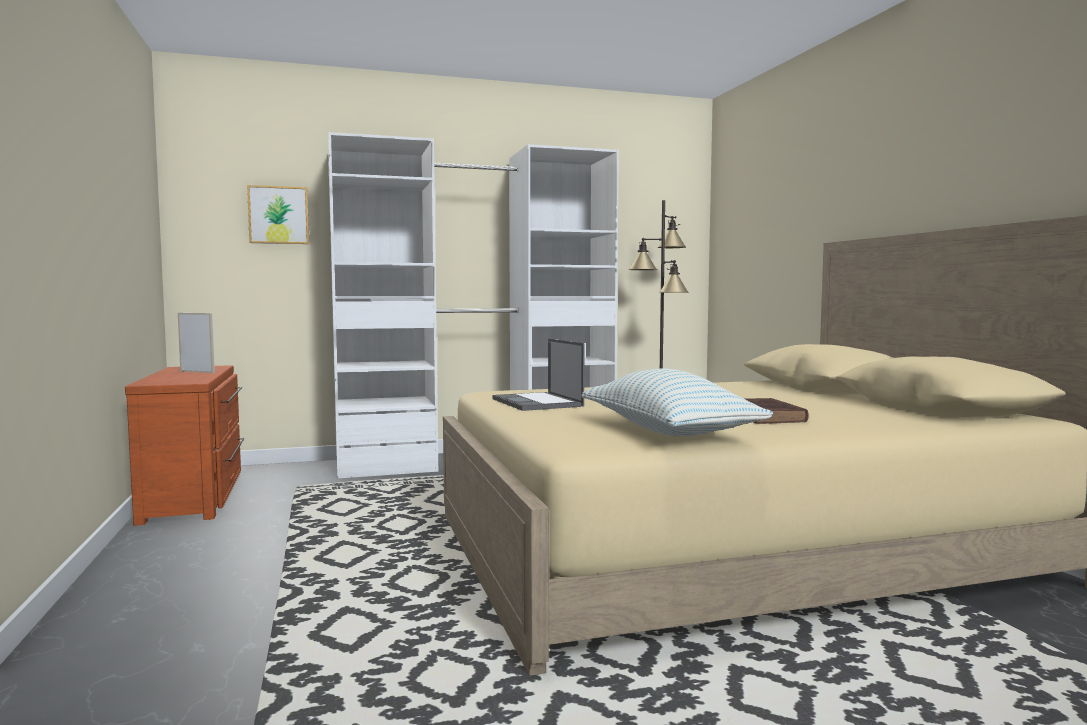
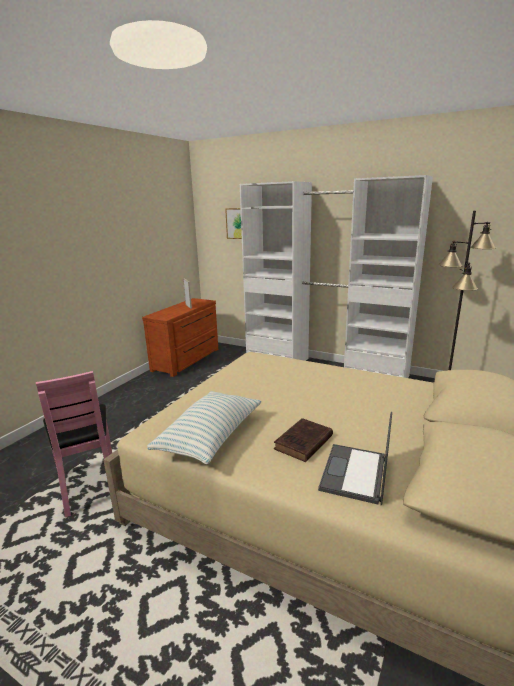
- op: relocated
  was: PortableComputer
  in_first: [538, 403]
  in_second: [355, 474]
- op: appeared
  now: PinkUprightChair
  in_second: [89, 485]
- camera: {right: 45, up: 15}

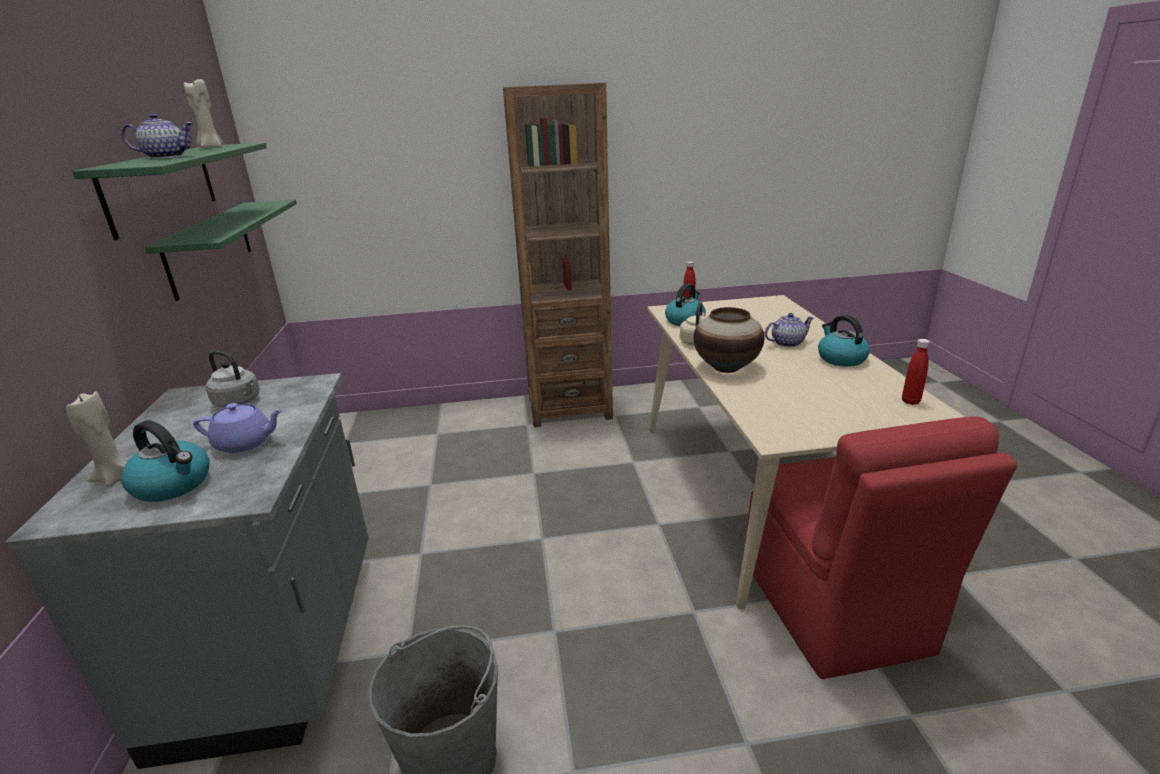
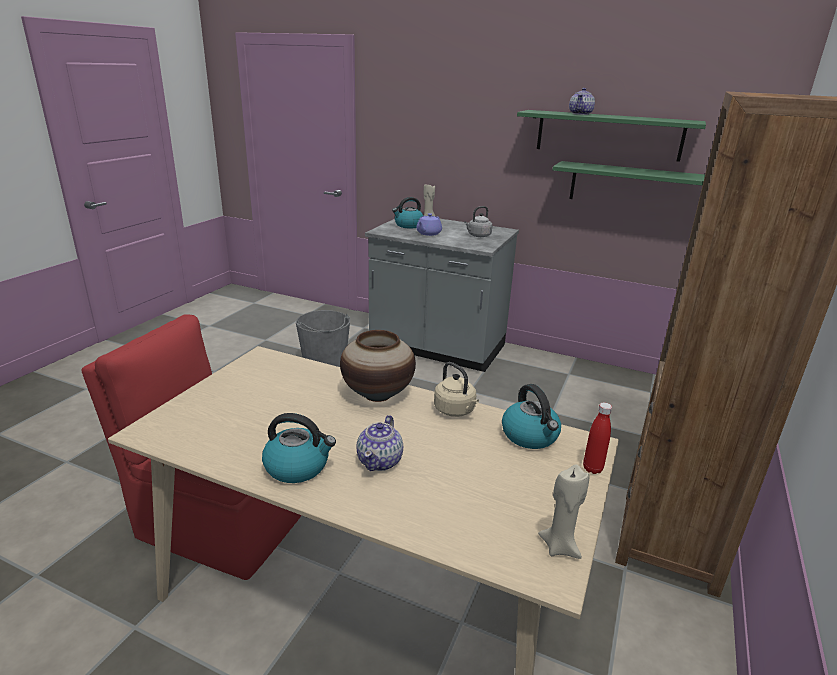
- op: relocated
  was: SandColouredWaxLight
  in_first: [211, 148]
  in_second: [560, 546]
- op: missing
  was: RedBottle
  in_first: [910, 401]
- camera: {right: 120, up: 0}

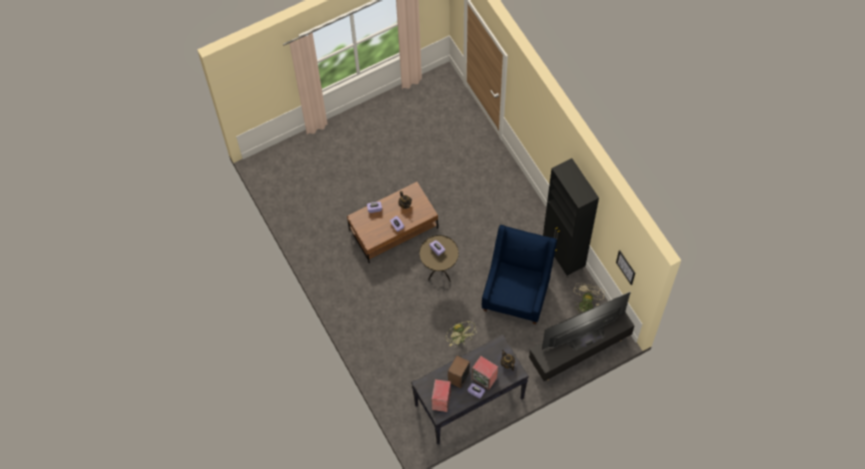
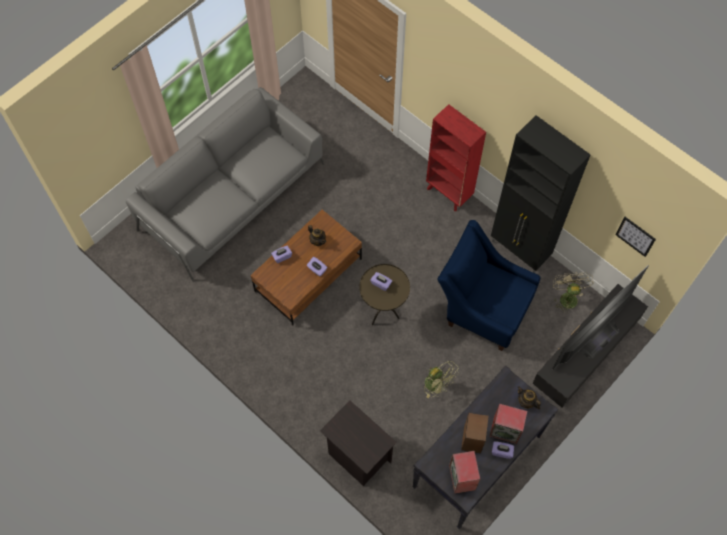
- op: spun
  was: BluishLoungeChair
  in_first: [517, 292]
  in_second: [482, 307]
  clockwise: -60
- op: appeared
  now: GrayCouch
  in_second: [232, 196]
- op: appeared
  now: RedBookcase
  in_second: [449, 193]
- op: appeared
  now: BlackColouredBedsideTable
  in_second: [357, 456]
- camera: {right: -20, up: 0}

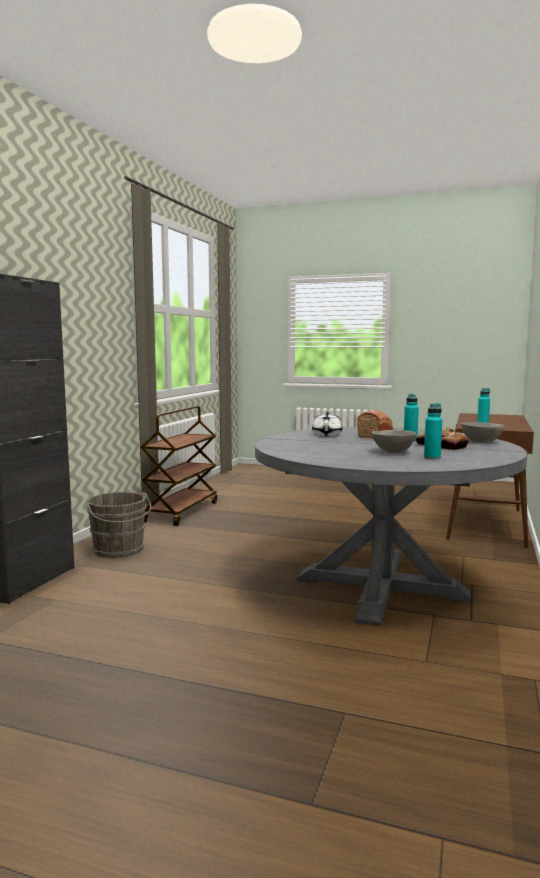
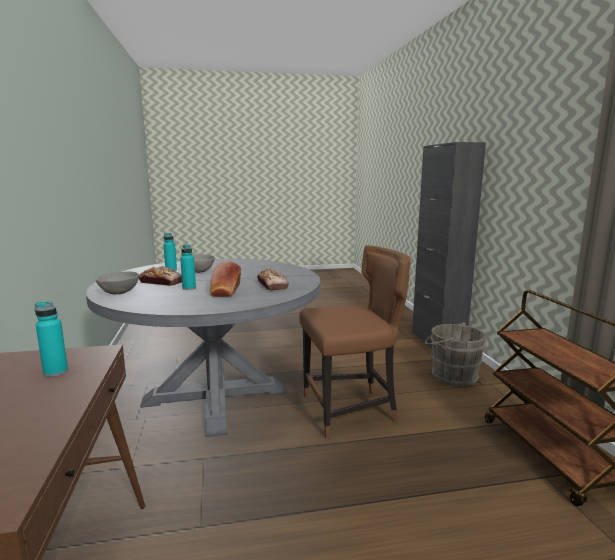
- op: exchanged
  was: WhiteColouredTeapot
  now: Bread
  in_first: [327, 434]
  in_second: [272, 285]
- op: appeared
  now: BrownUprightChair
  in_second: [351, 410]
- camera: {right: 150, up: 5}

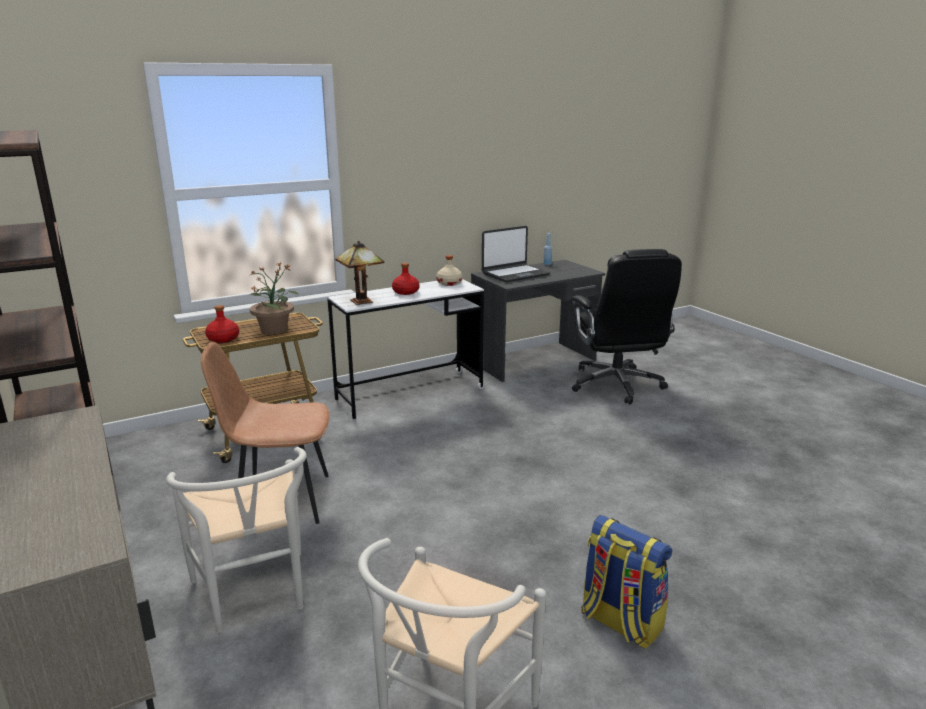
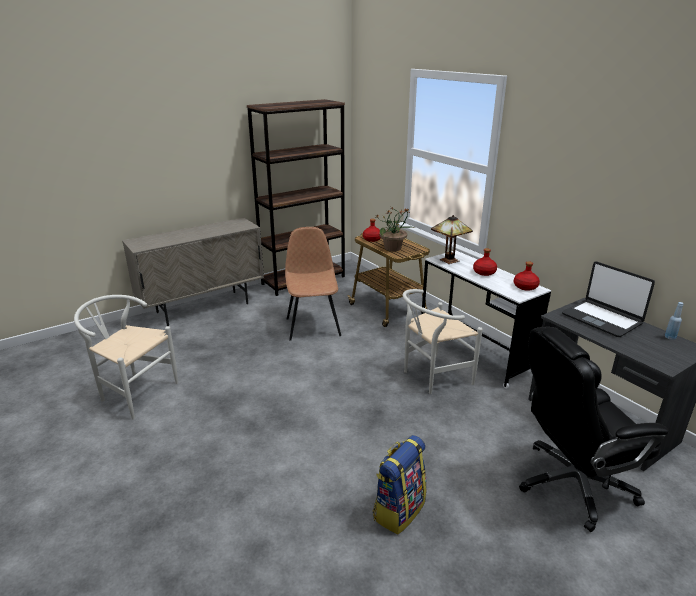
- op: colour
  was: SandColouredBottle
  now: RedBottle
  in_first: [449, 283]
  in_second: [525, 287]
- op: relocated
  was: WhiteColouredUprightChair
  in_first: [255, 597]
  in_second: [432, 377]
- op: relocated
  was: Rucksack
  in_first: [620, 622]
  in_second: [398, 510]
- camera: {right: 85, up: 5}

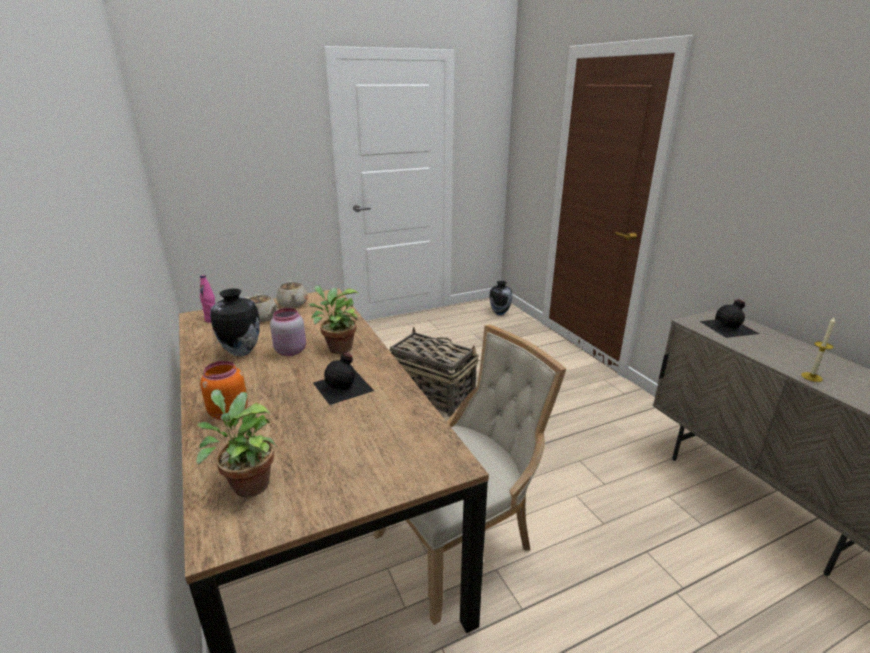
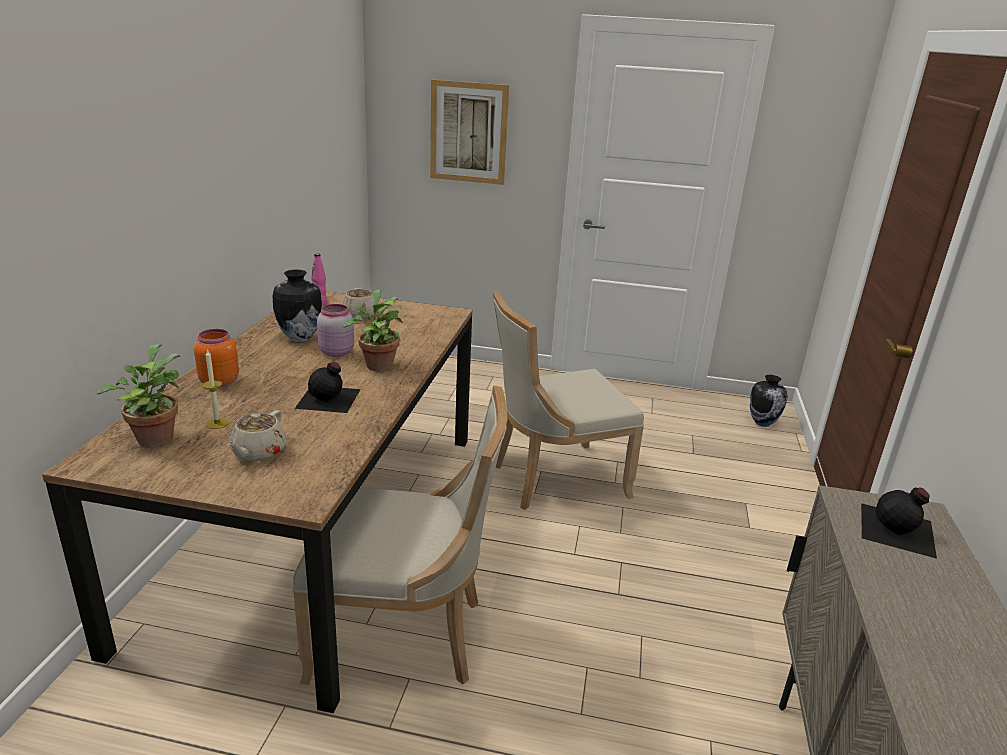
- op: relocated
  was: SandColouredTeapot
  in_first: [293, 304]
  in_second: [258, 452]
- op: relocated
  was: WaxLight
  in_first: [811, 377]
  in_second: [217, 423]
- op: exchanged
  was: Basket
  now: SandColouredUprightChair
  in_first: [430, 393]
  in_second: [554, 479]
- op: appeared
  now: Picture
  in_second: [468, 132]
- camera: {right: 35, up: 0}

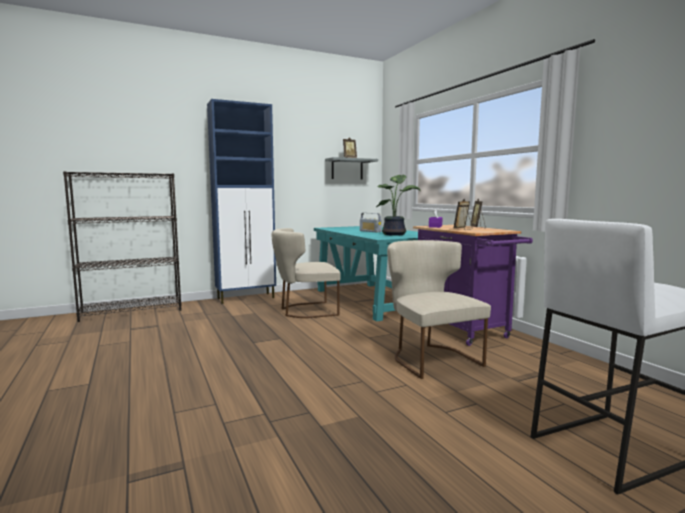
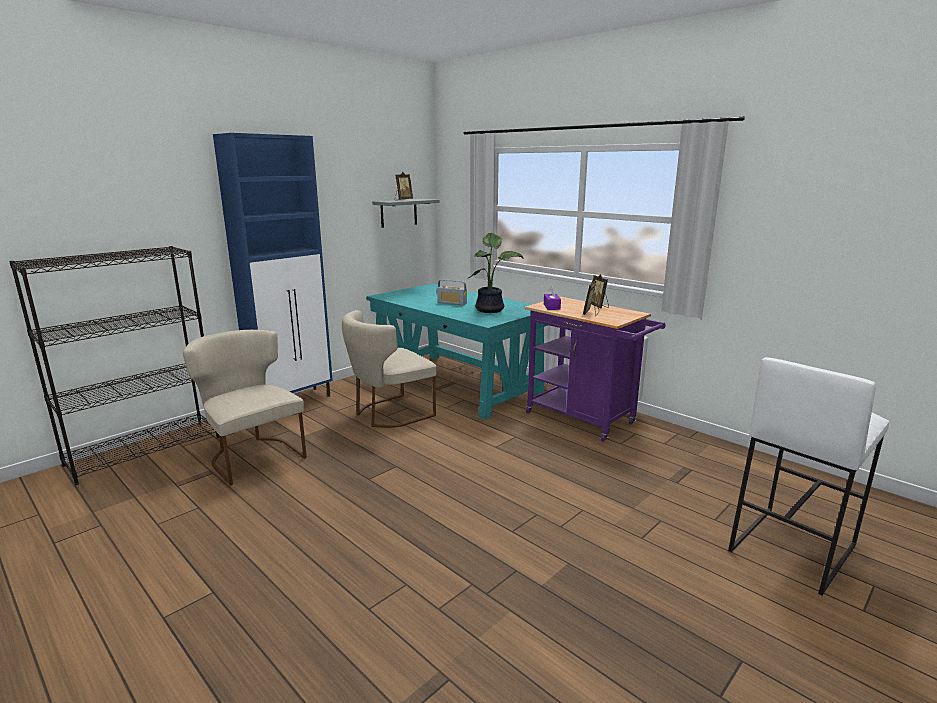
- op: relocated
  was: SandColouredUprightChair
  in_first: [430, 358]
  in_second: [252, 456]
- camera: {right: -20, up: 10}

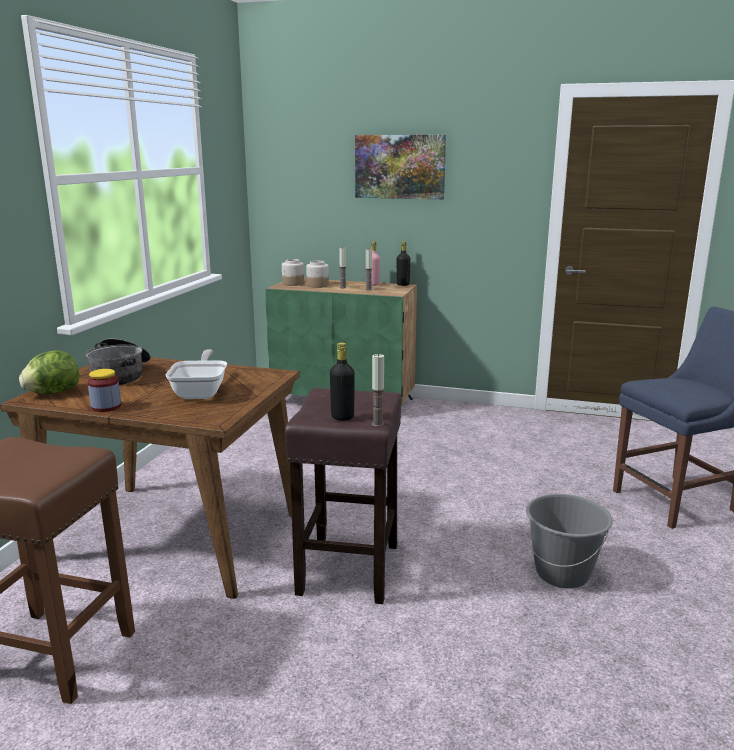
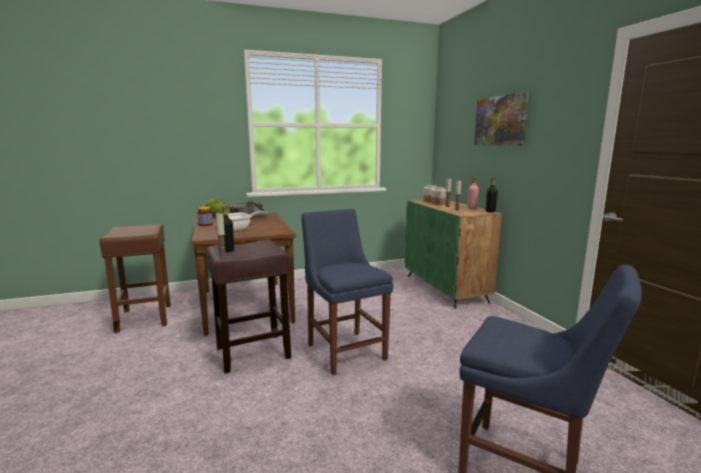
- op: missing
  was: GrayWaterBucket
  in_first: [562, 574]
- op: appeared
  now: BluishUprightChair
  in_second: [345, 350]
- camera: {right: 55, up: -5}

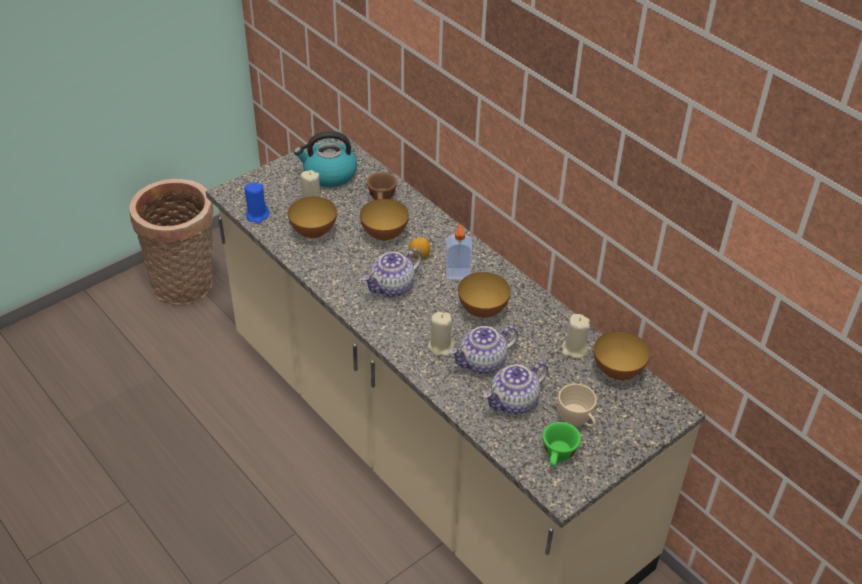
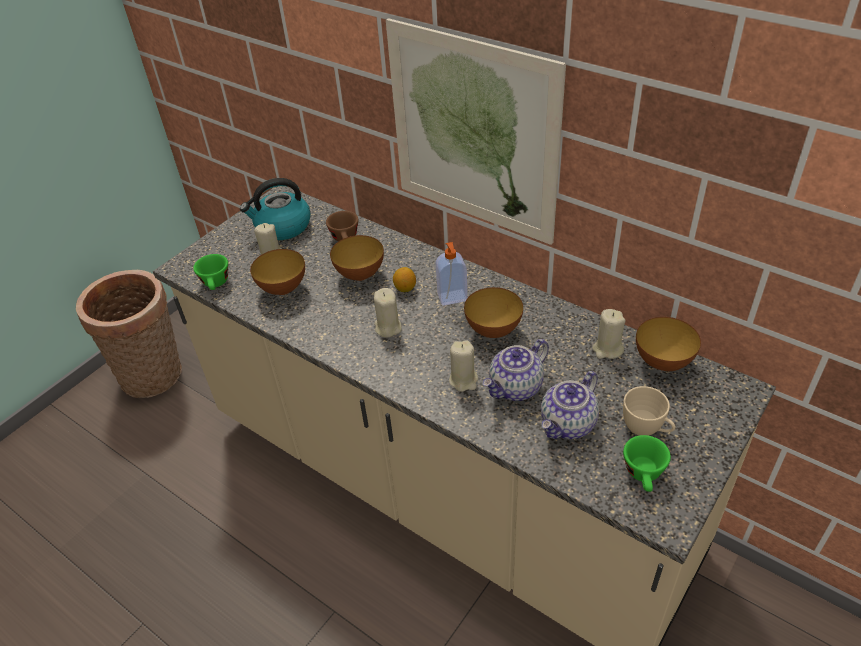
- op: exchanged
  was: BluishWaxLight
  now: GreenCup
  in_first: [257, 215]
  in_second: [216, 284]
- op: exchanged
  was: Teapot
  now: SandColouredWaxLight
  in_first: [392, 287]
  in_second: [387, 327]
- op: appeared
  now: Picture
  in_second: [473, 133]
- camera: {right: -10, up: 0}

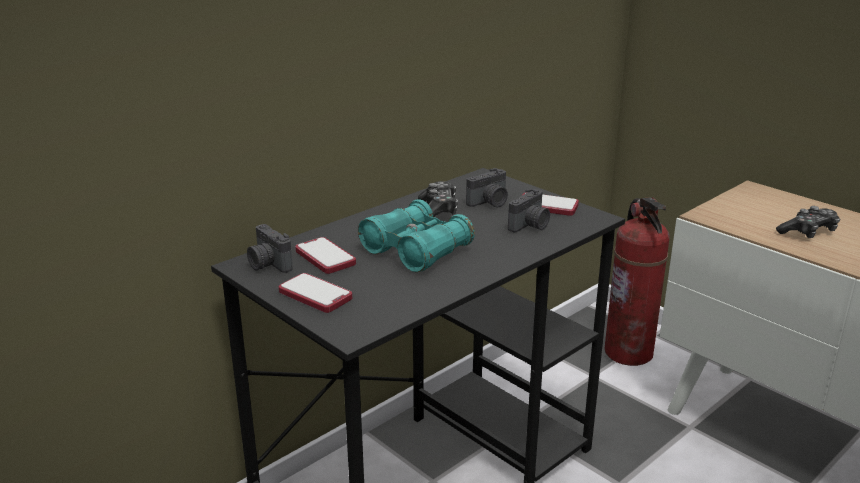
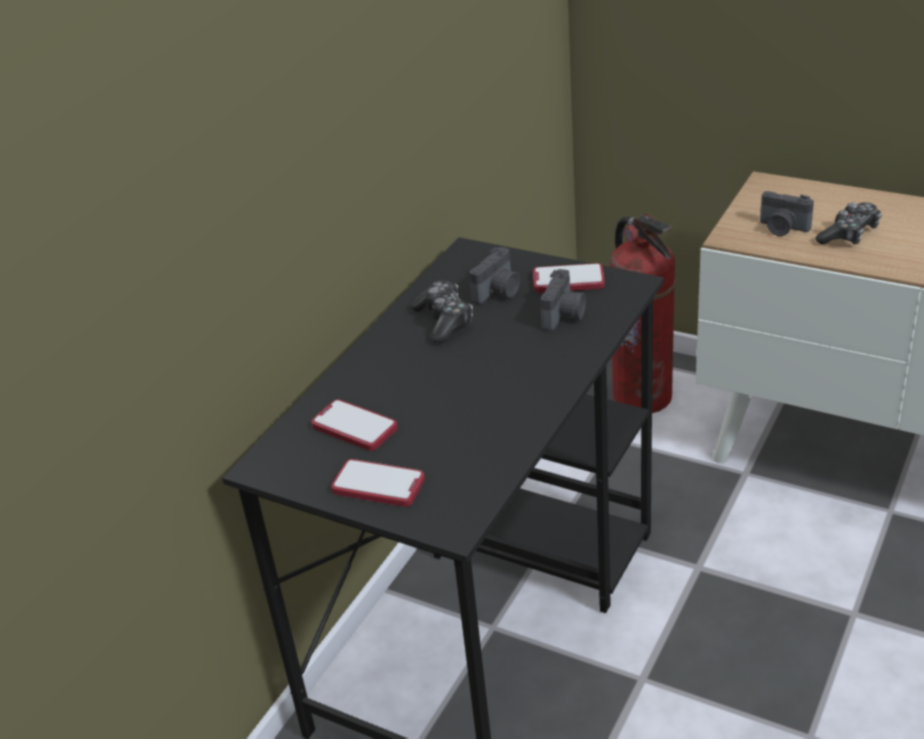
- op: missing
  was: TurquoiseColouredBinoculars
  in_first: [416, 250]
- op: relocated
  was: PhotoCamera
  in_first: [268, 264]
  in_second: [782, 228]
- camera: {right: -15, up: 10}

